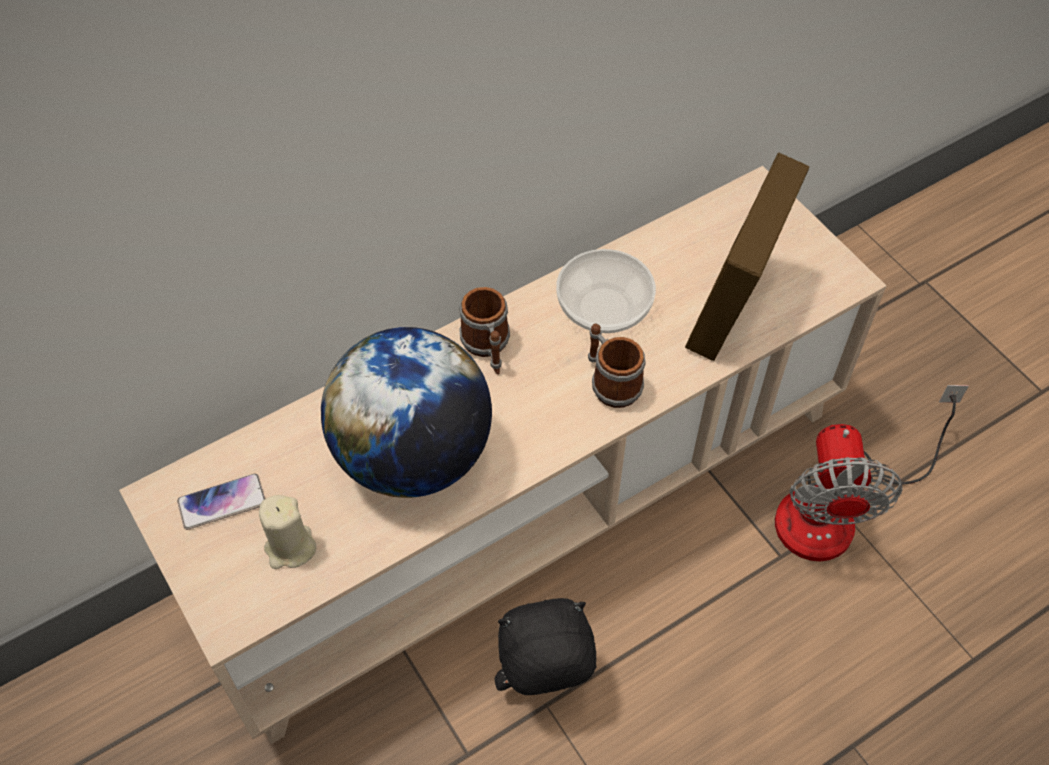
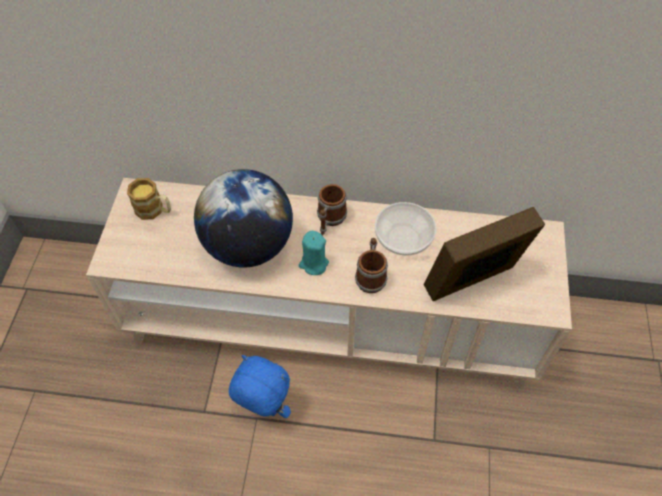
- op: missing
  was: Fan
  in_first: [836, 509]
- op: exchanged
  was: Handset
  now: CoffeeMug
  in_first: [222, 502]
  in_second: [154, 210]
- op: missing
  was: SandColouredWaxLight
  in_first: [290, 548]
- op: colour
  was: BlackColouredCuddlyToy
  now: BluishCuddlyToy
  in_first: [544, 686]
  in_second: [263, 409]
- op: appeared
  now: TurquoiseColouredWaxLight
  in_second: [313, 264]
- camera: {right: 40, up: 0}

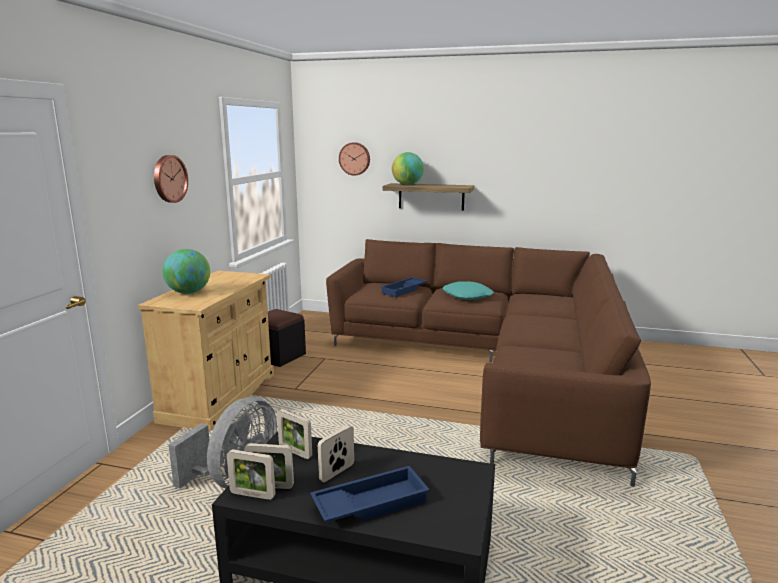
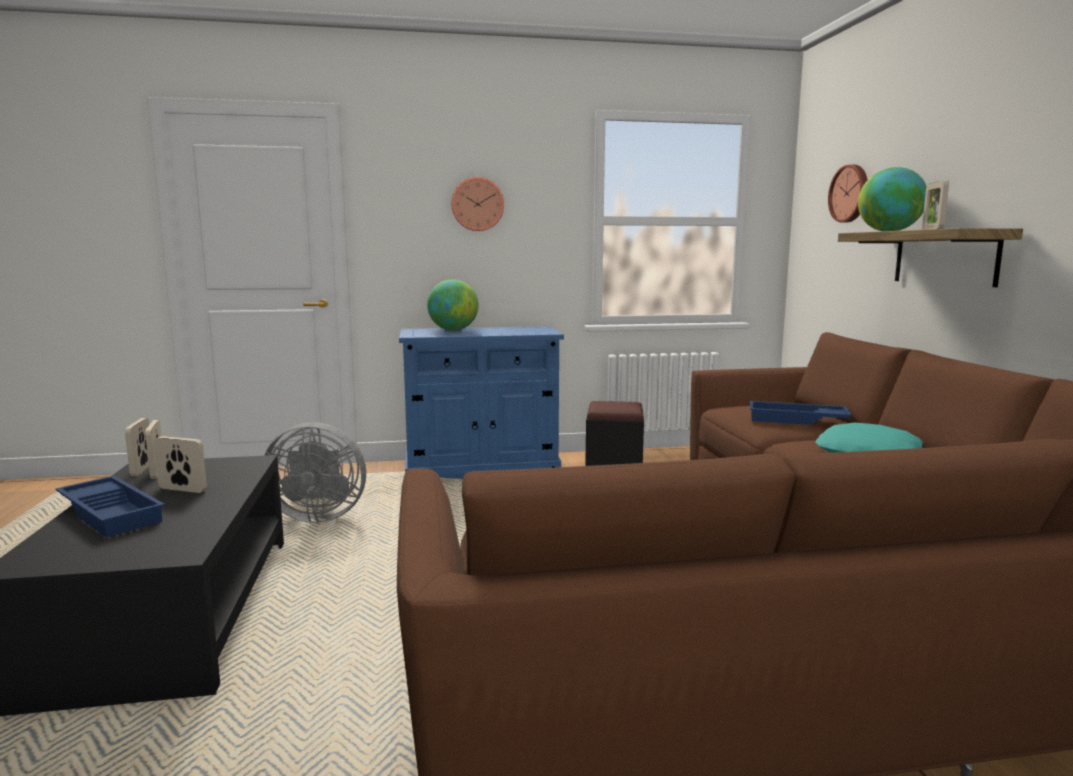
- op: colour
  was: SandColouredStorageCabinet
  now: BluishStorageCabinet
  in_first: [219, 397]
  in_second: [481, 468]
- op: relocated
  was: StandingFrame
  in_first: [295, 452]
  in_second: [932, 229]
- camera: {right: 65, up: -5}

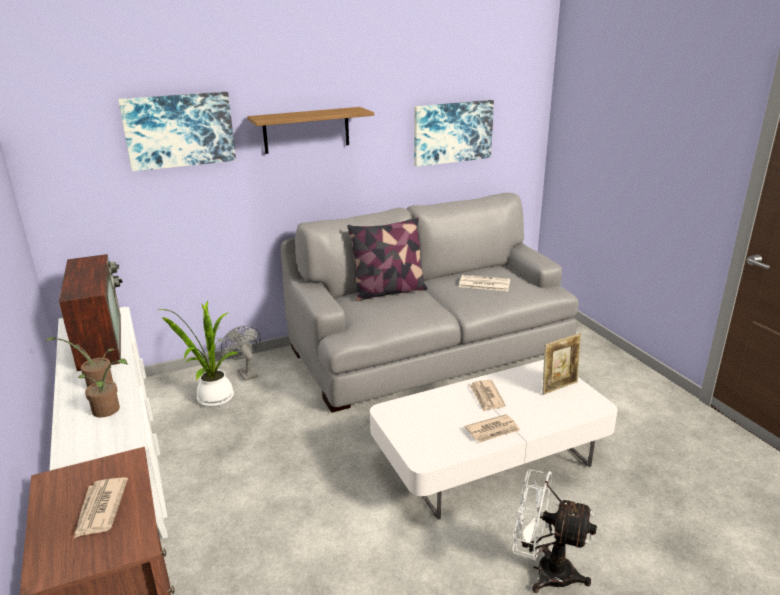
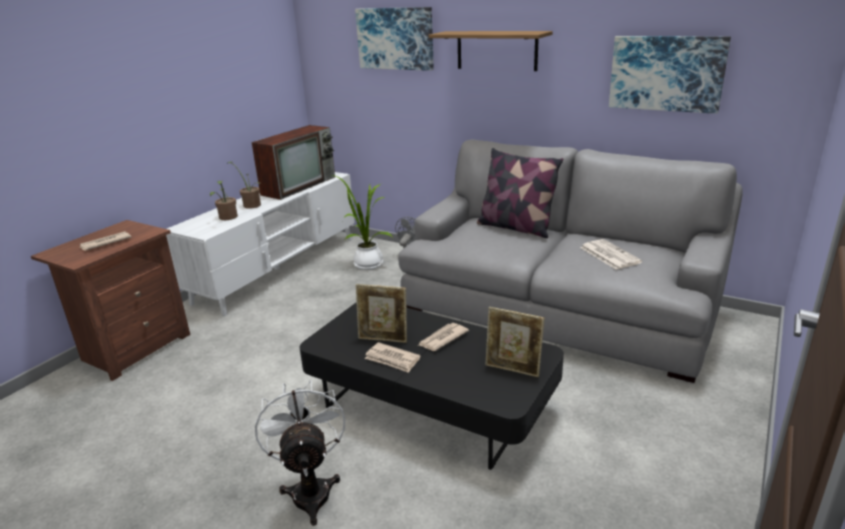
- op: colour
  was: WhiteColouredLoungeTable
  now: BlackColouredLoungeTable
  in_first: [489, 460]
  in_second: [430, 404]
- op: appeared
  now: StandingFrame
  in_second: [383, 339]
- camera: {right: 55, up: 0}

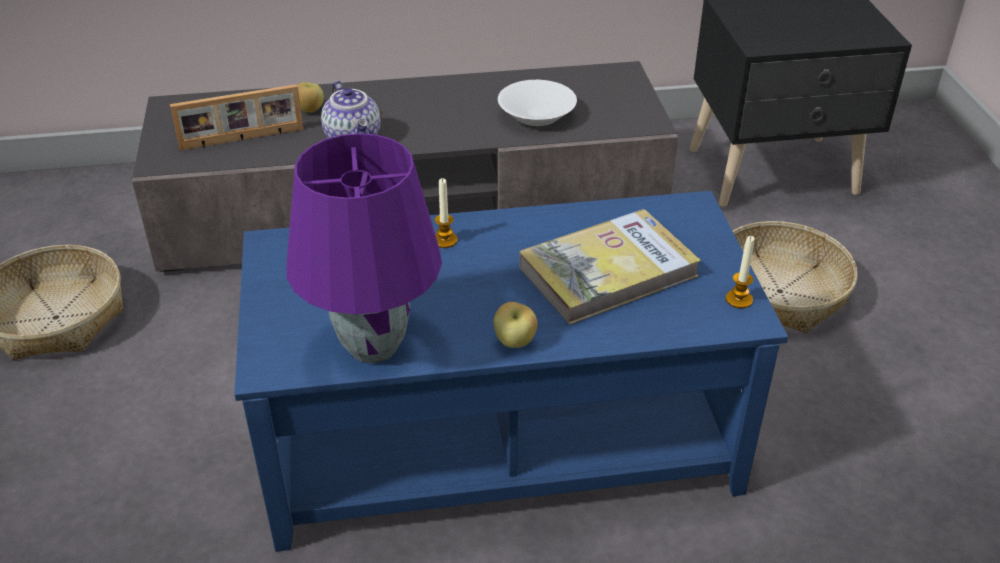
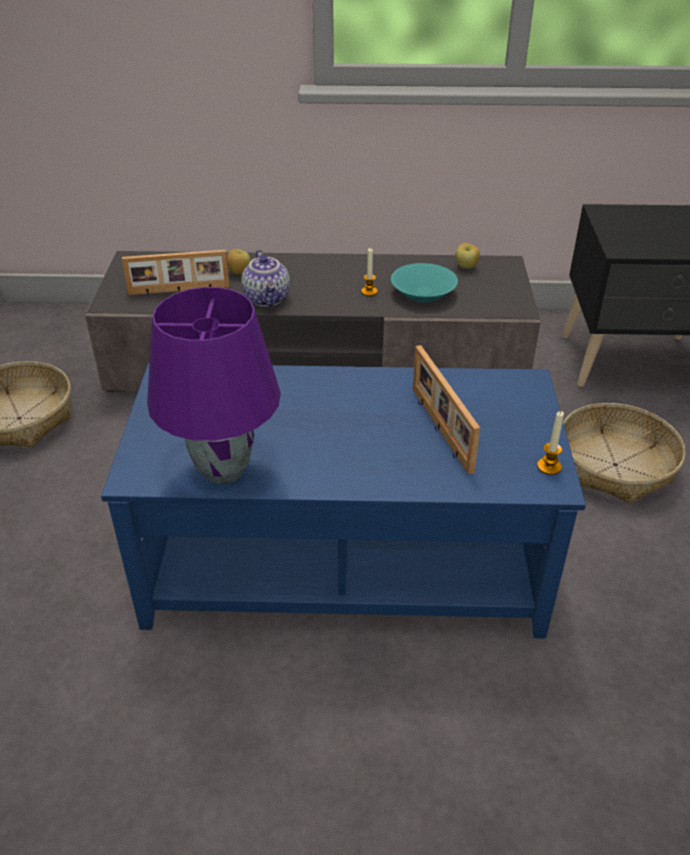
- op: colour
  was: WhiteColouredServingBowl
  now: TurquoiseColouredServingBowl
  in_first: [536, 115]
  in_second: [423, 293]
- op: relocated
  was: WaxLight
  in_first: [445, 240]
  in_second: [369, 291]
- op: exchanged
  was: BoundBook
  now: StandingFrame
  in_first: [608, 271]
  in_second: [439, 429]
- op: relocated
  was: WholeApple
  in_first: [515, 342]
  in_second: [466, 267]
- camera: {right: 10, up: 0}

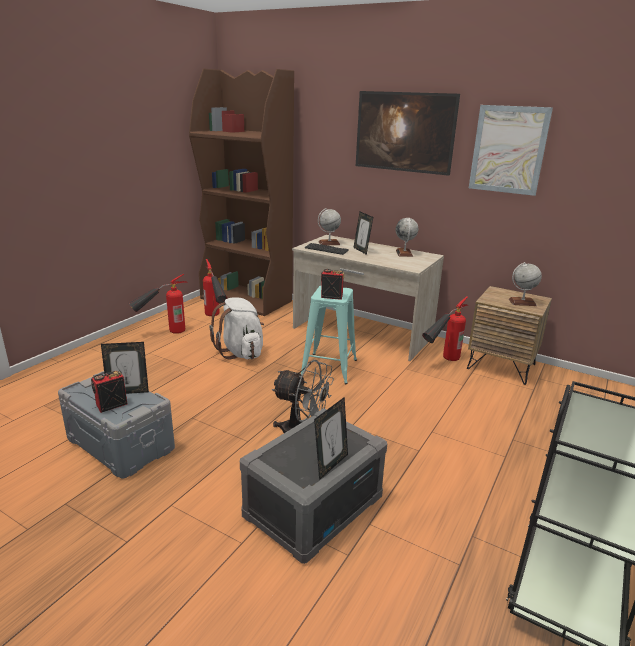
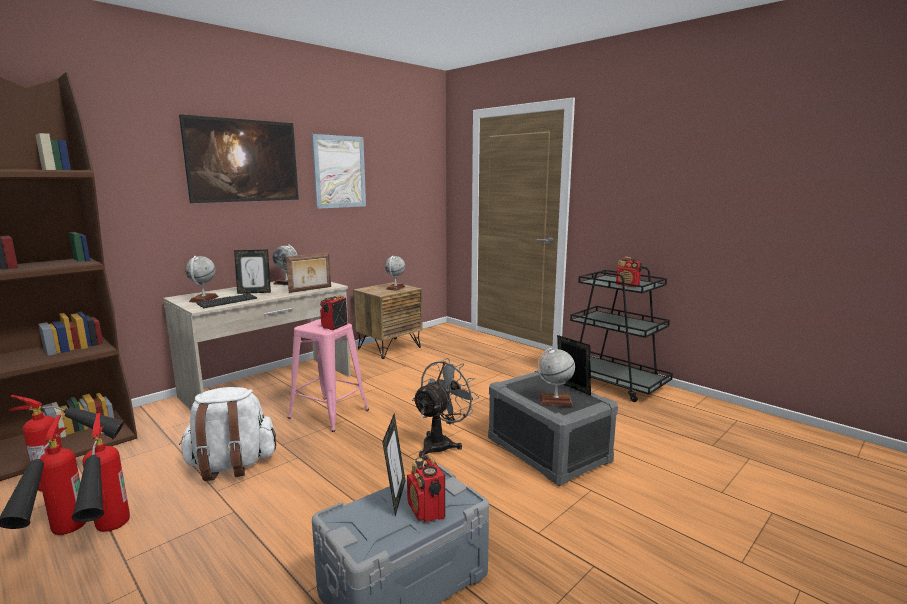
- op: colour
  was: TurquoiseColouredStoolSeat
  now: PinkStoolSeat
  in_first: [329, 368]
  in_second: [329, 414]
- op: relocated
  was: Extinguisher
  in_first: [441, 361]
  in_second: [108, 539]
- op: appeared
  now: StandingFrame
  in_second: [310, 289]
- op: appeared
  now: RadioReceiver
  in_second: [627, 285]
- op: appeared
  now: Globe
  in_second: [555, 401]
- camera: {right: -75, up: -10}

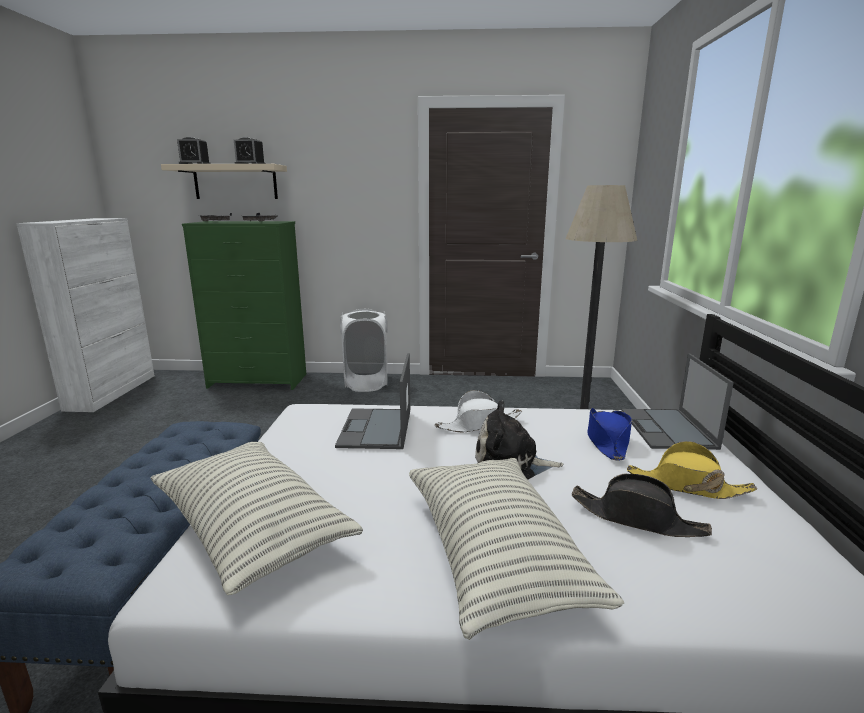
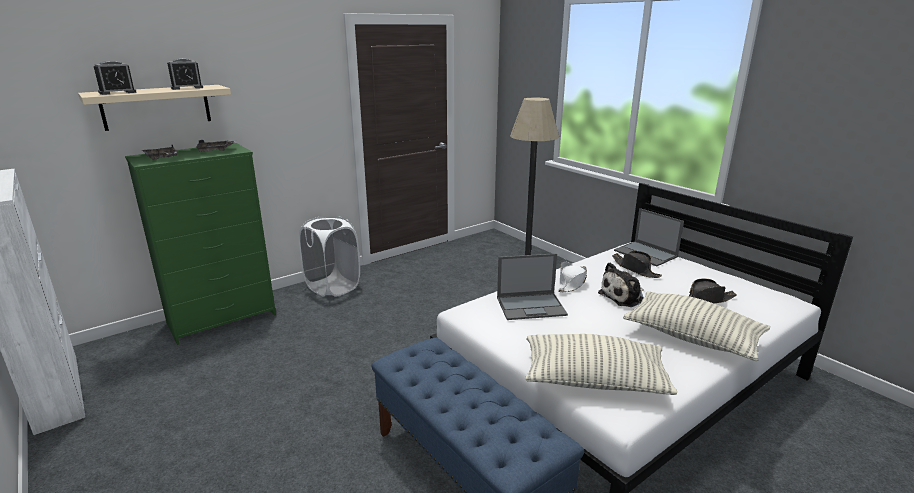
- op: spun
  was: PortableComputer
  in_first: [376, 429]
  in_second: [531, 306]
  clockwise: -60
- op: colour
  was: BluishHat
  now: BlackColouredHat
  in_first: [607, 440]
  in_second: [635, 269]
- op: missing
  was: YellowHat
  in_first: [687, 486]
- camera: {right: -40, up: 5}

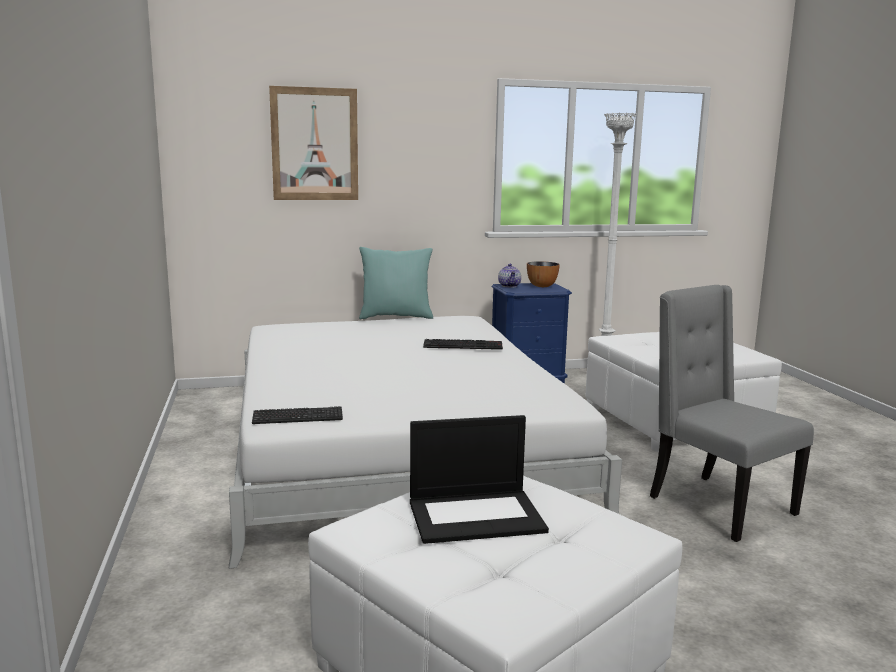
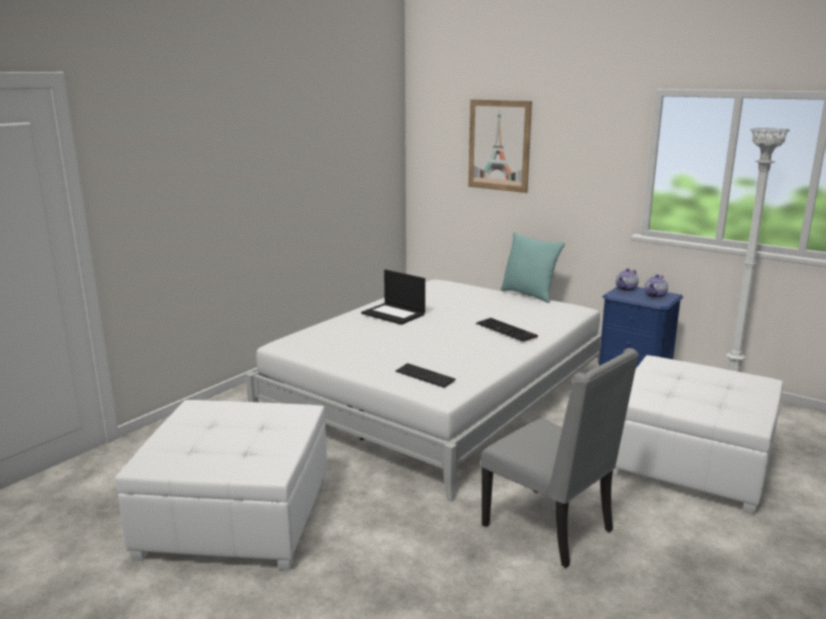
- op: exchanged
  was: ServingBowl
  now: Teapot
  in_first: [542, 286]
  in_second: [655, 296]
- op: spun
  was: GrayUprightChair
  in_first: [717, 505]
  in_second: [550, 528]
  clockwise: 120
- op: relocated
  was: Keyboard
  in_first: [298, 417]
  in_second: [425, 376]
- op: relocated
  was: PortableComputer
  in_first: [477, 515]
  in_second: [394, 314]
- camera: {right: 50, up: 5}

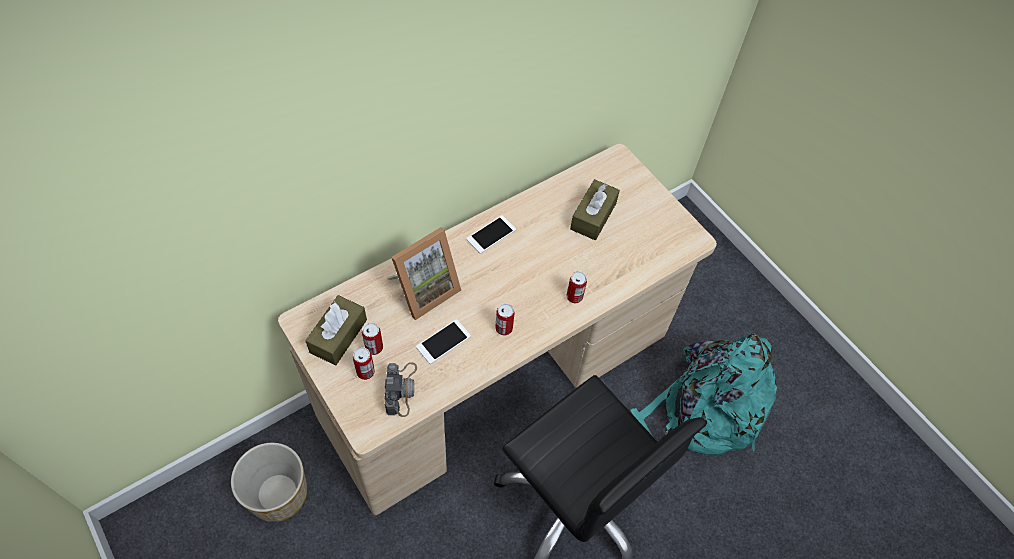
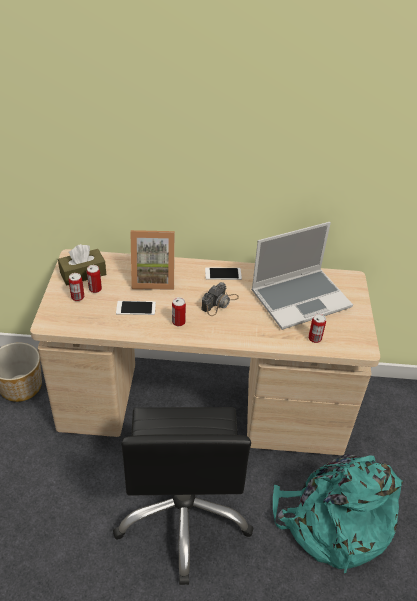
- op: exchanged
  was: BrownTissueHolder
  now: PortableComputer
  in_first: [593, 216]
  in_second: [301, 298]
- op: relocated
  was: MetalCan
  in_first: [574, 296]
  in_second: [315, 338]
- op: relocated
  was: PhotoCamera
  in_first: [401, 389]
  in_second: [220, 303]
- camera: {right: 40, up: -15}

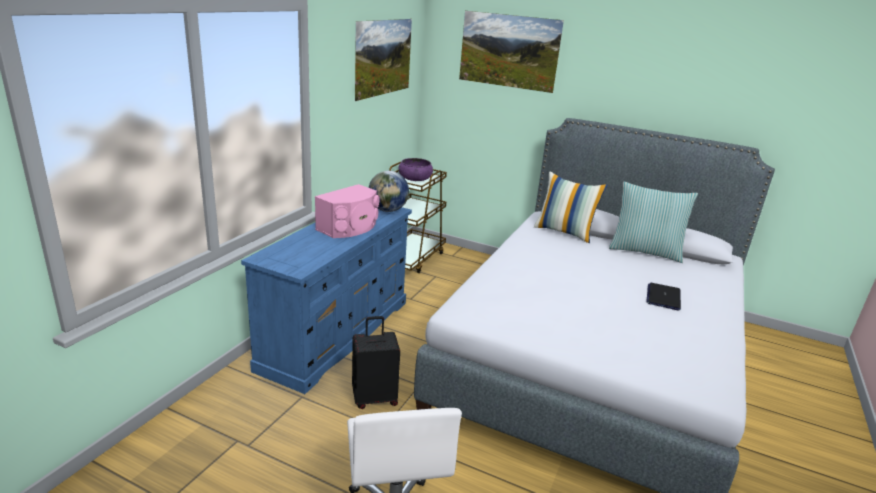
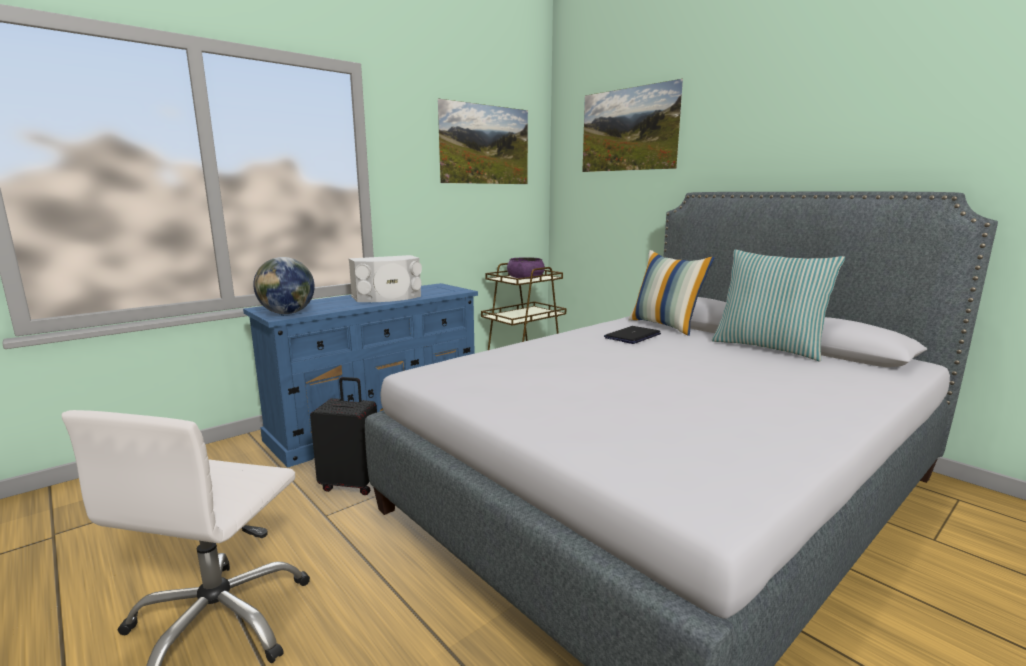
- op: relocated
  was: Globe
  in_first: [388, 210]
  in_second: [287, 313]
- op: colour
  was: PinkLoudspeaker
  now: WhiteColouredLoudspeaker
  in_first: [349, 227]
  in_second: [387, 297]
- op: relocated
  was: PortableComputer
  in_first: [663, 297]
  in_second: [632, 336]
- camera: {right: 25, up: -10}

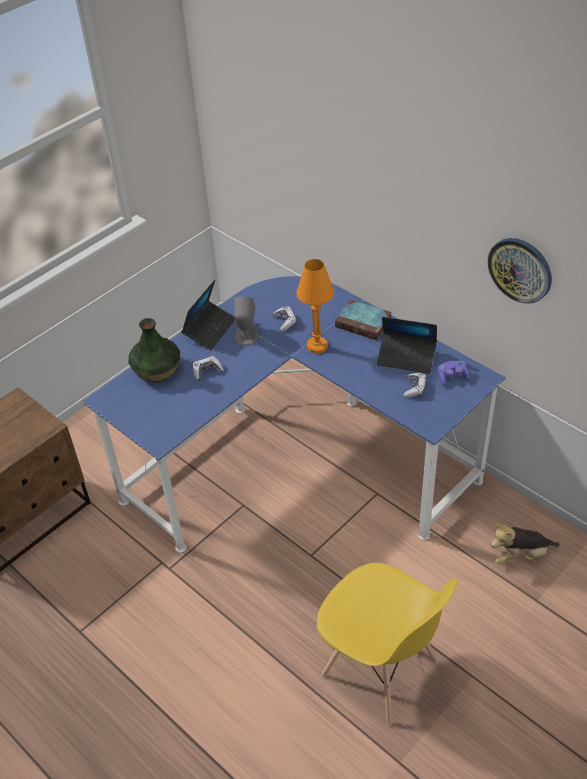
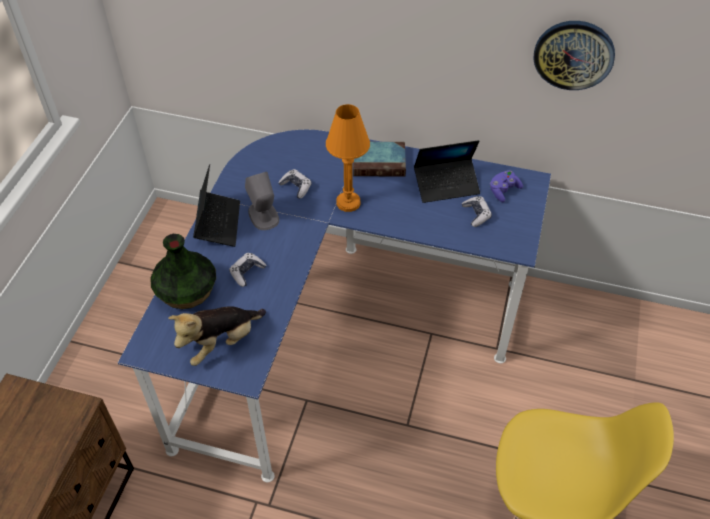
- op: relocated
  was: CuddlyToy
  in_first: [520, 555]
  in_second: [221, 342]
- camera: {right: -30, up: 5}

